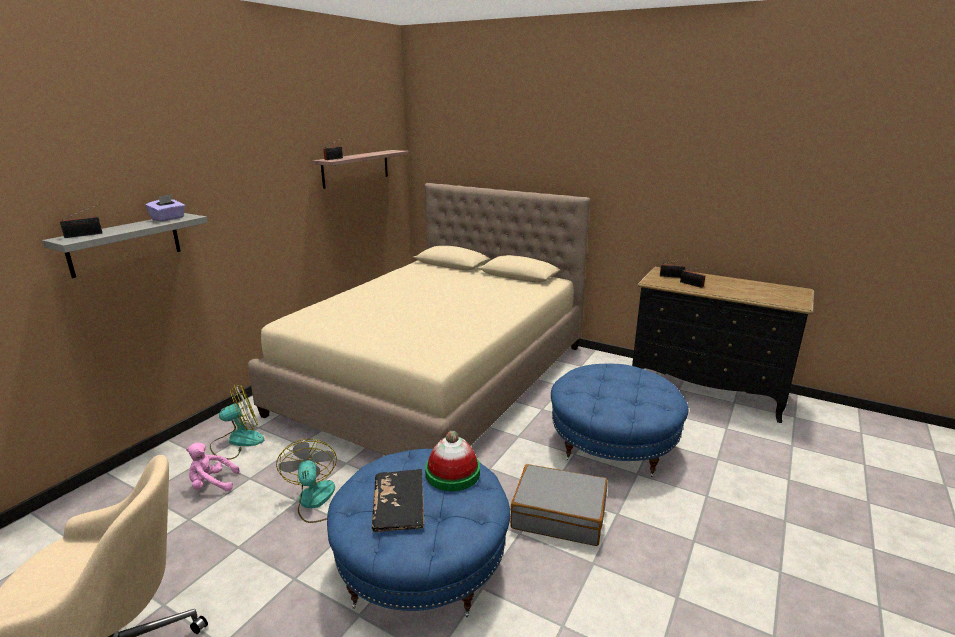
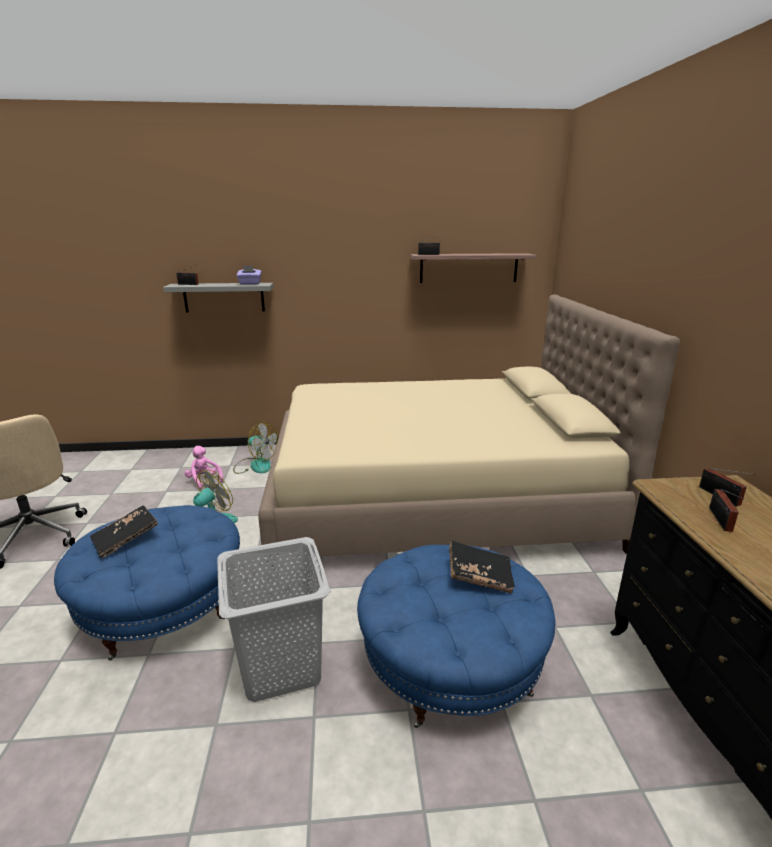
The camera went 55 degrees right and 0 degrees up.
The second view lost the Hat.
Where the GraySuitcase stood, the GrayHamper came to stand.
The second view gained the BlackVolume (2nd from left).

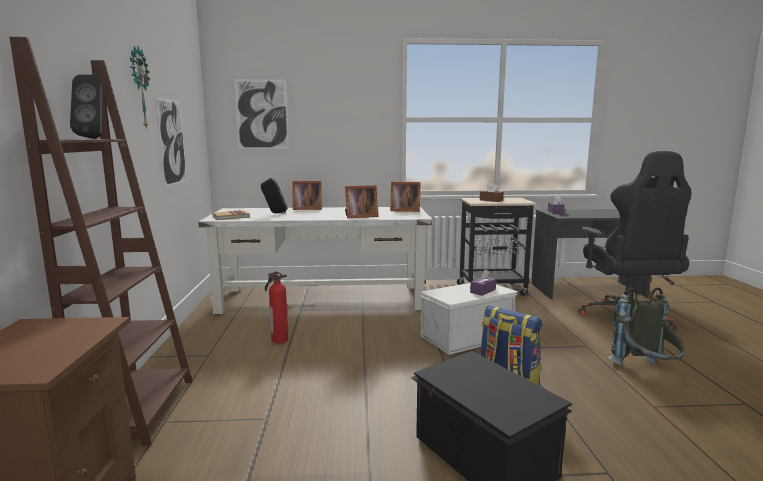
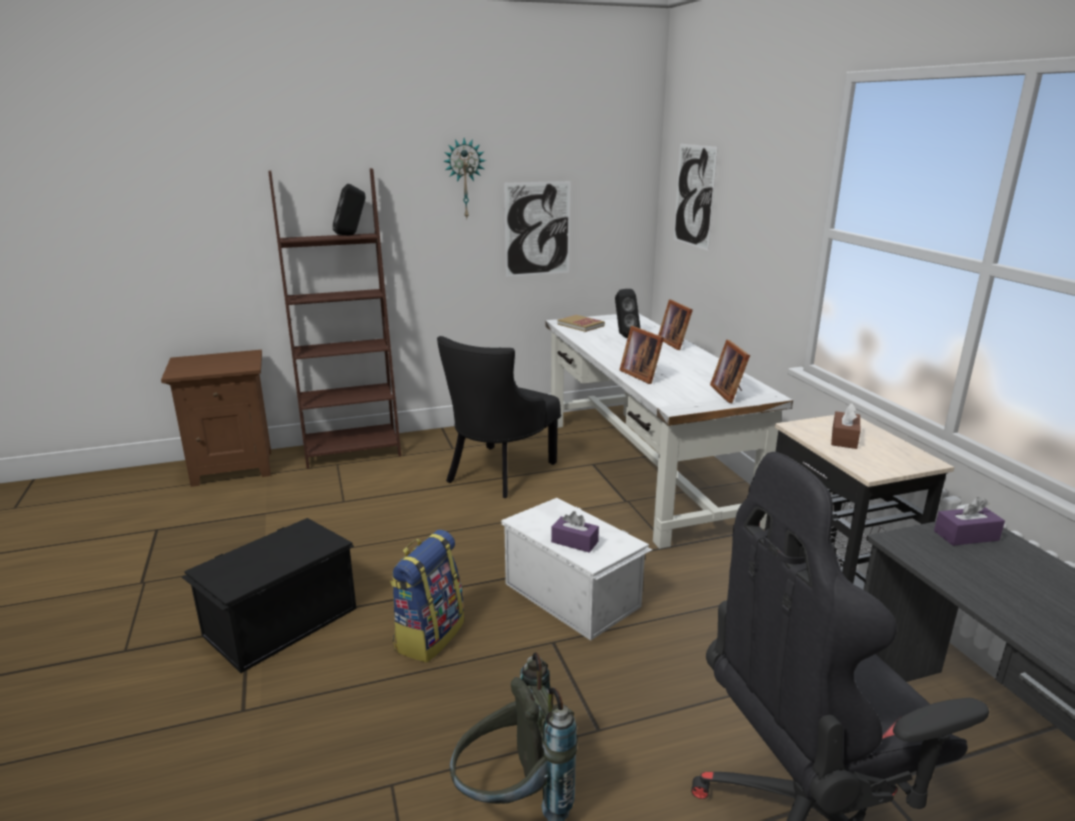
The camera went 75 degrees right and 10 degrees up.
Where the FireExtinguisher stood, the BlackPlainChair came to stand.

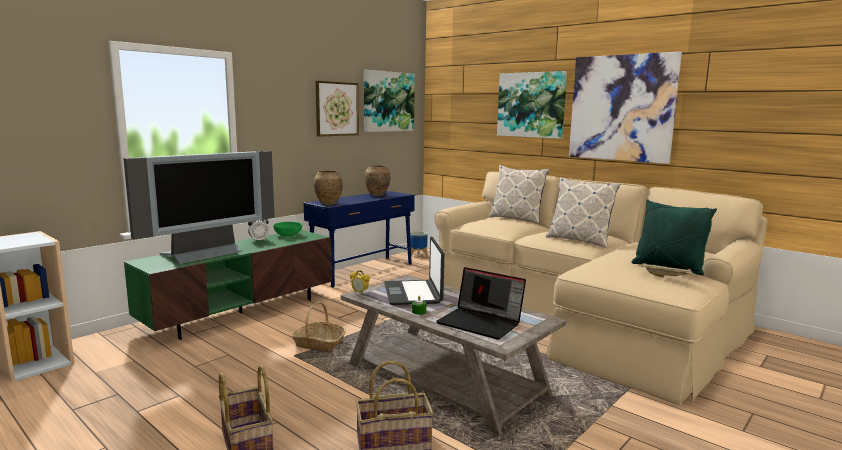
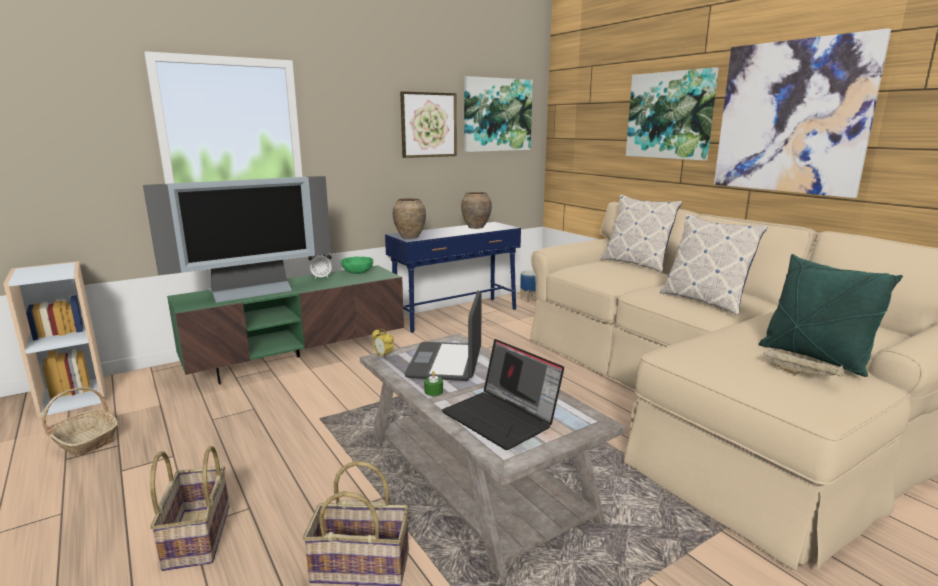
The camera went 15 degrees right and 5 degrees up.
The HouseholdBasket (2nd from left in the first image) ended up elsewhere.

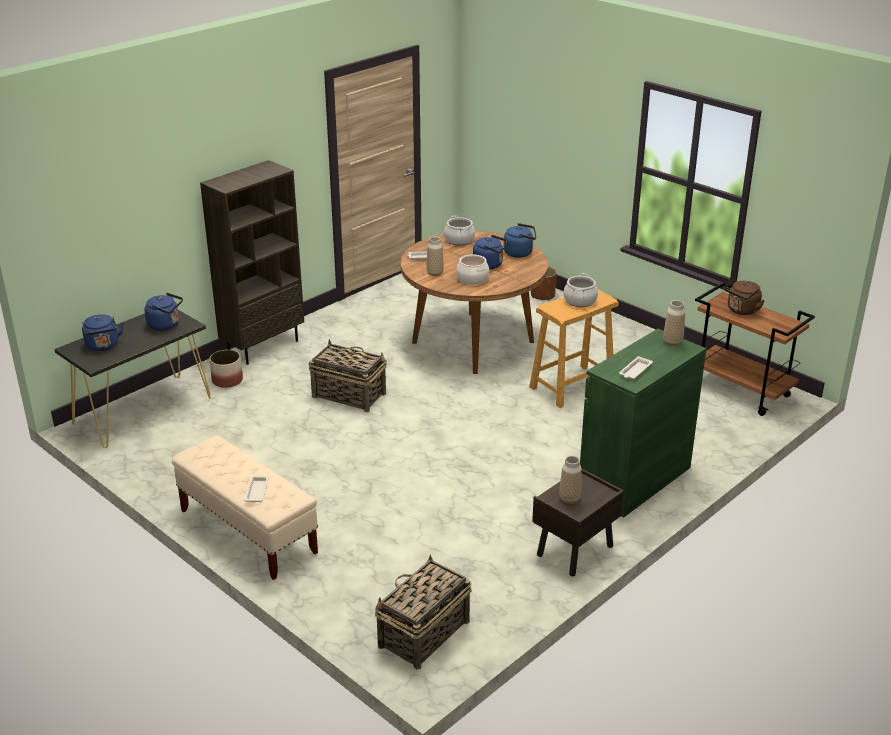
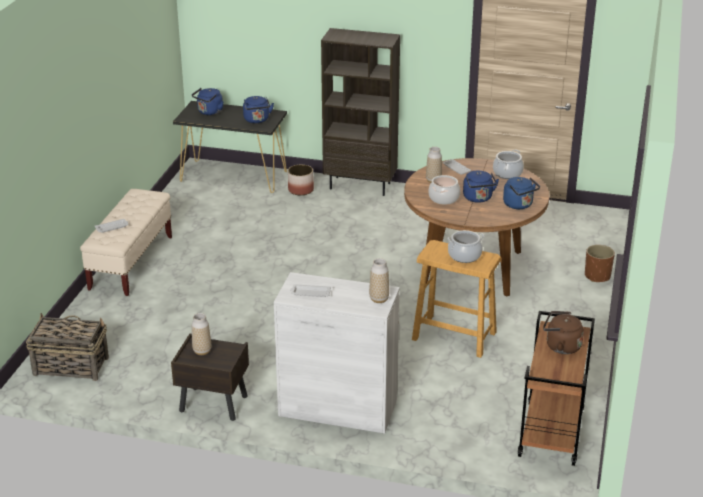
The camera went 60 degrees right and 0 degrees up.
The second view lost the HouseholdBasket (1st from left).
What was the GreenCupboard turned into the WhiteCupboard.

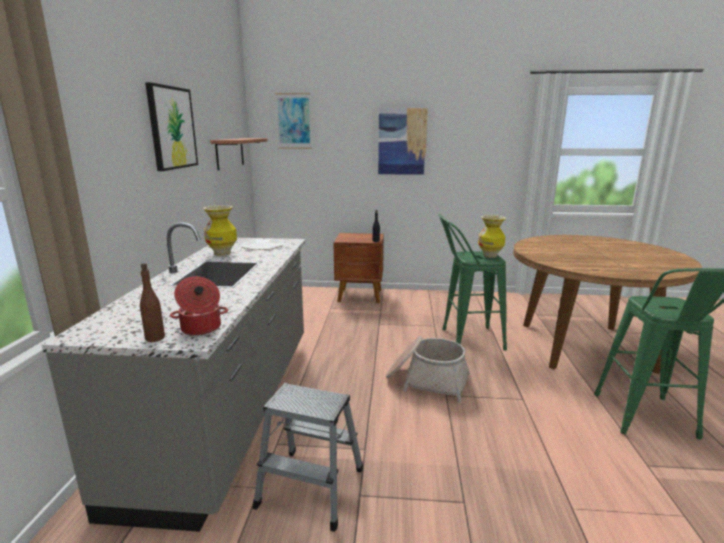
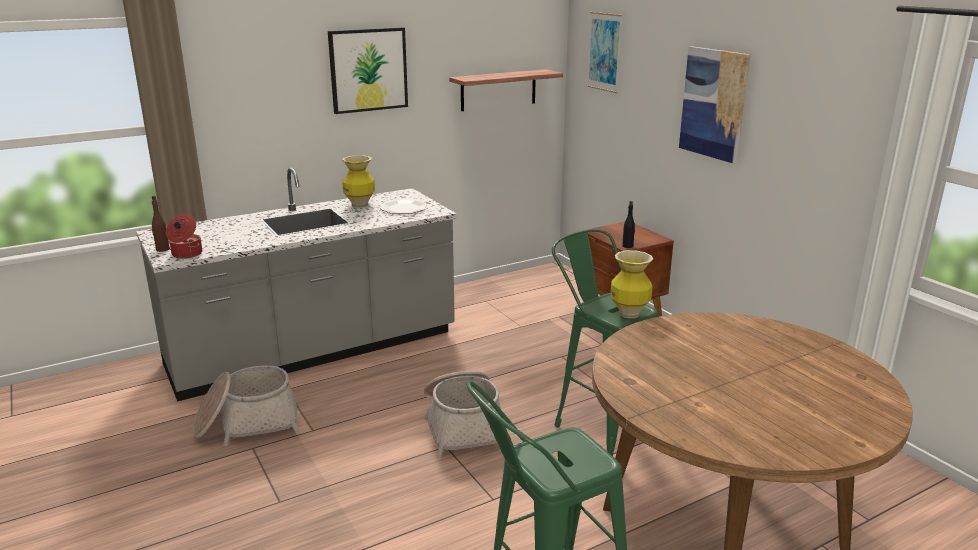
The camera went 55 degrees right and 5 degrees up.
Where the GrayStepStool stood, the HouseholdBasket (1st from left) came to stand.

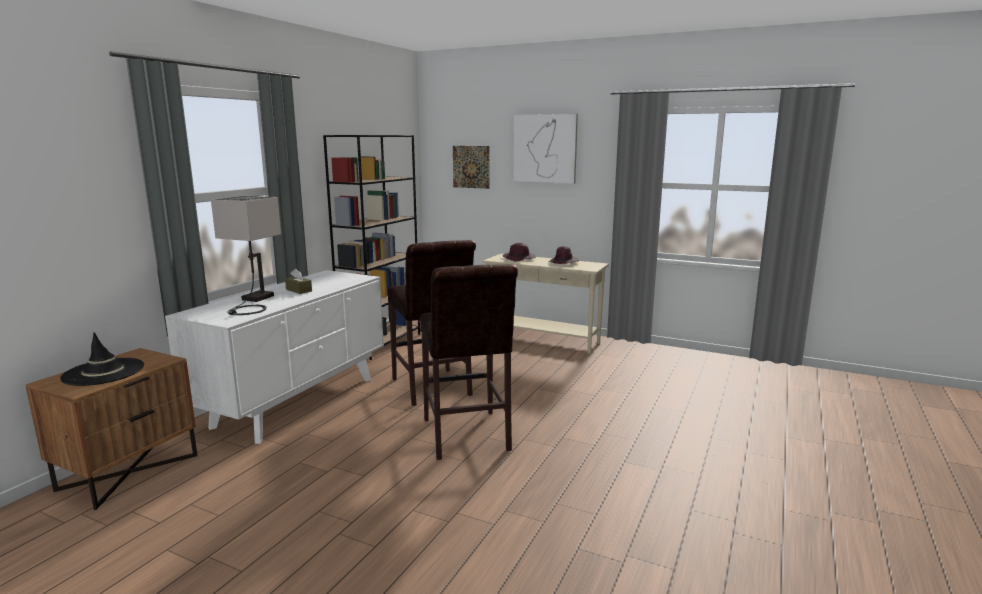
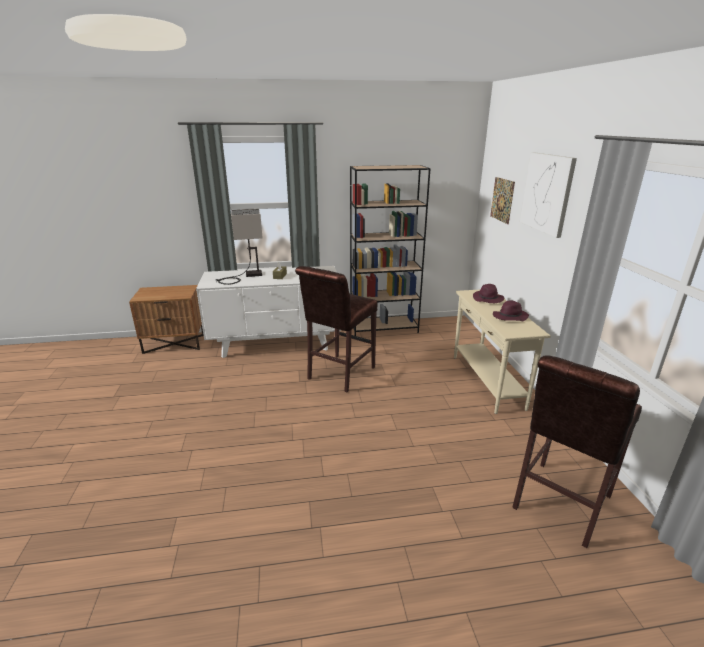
The camera went 55 degrees right and 10 degrees up.
The second view lost the BlackHat.
The BrownStoolSeat (2nd from left) ended up elsewhere.

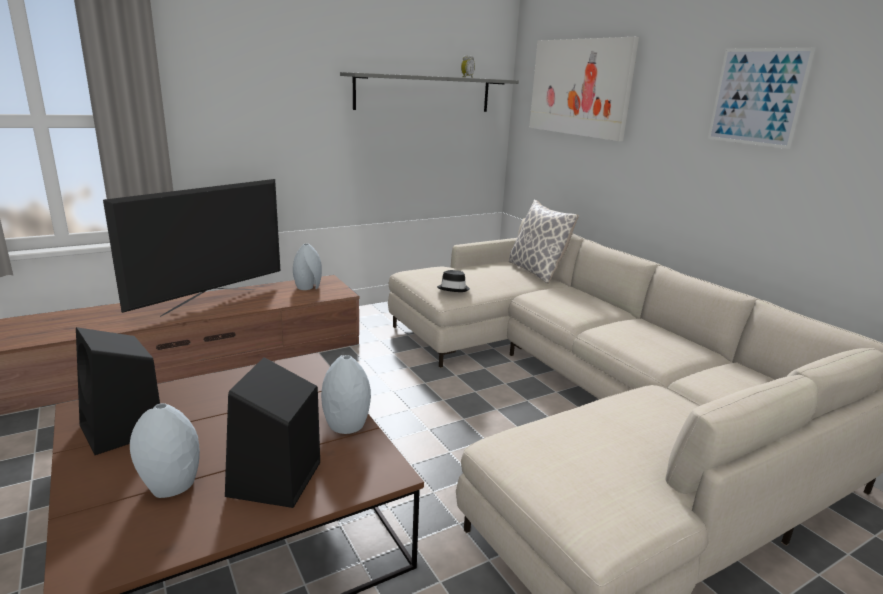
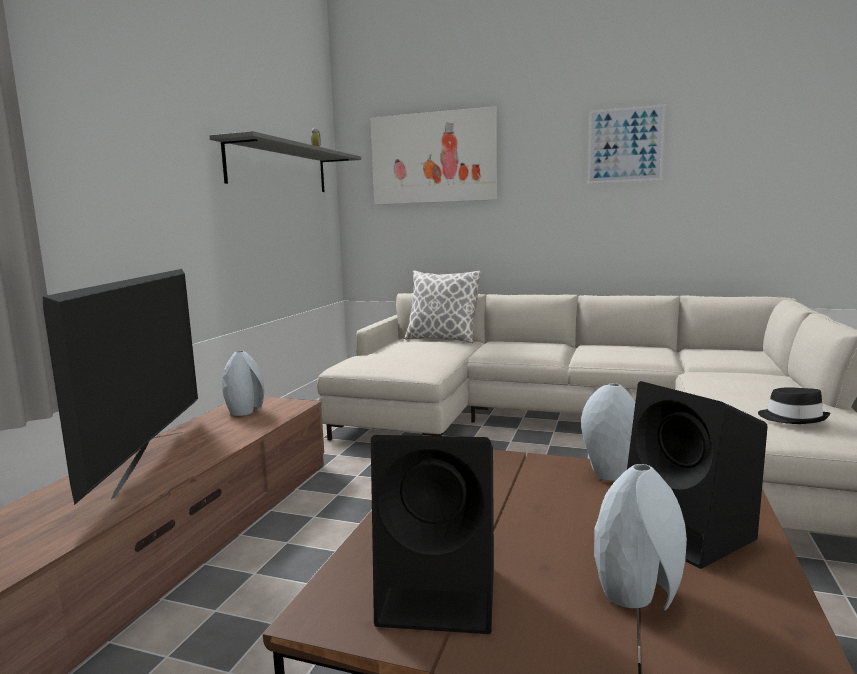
The camera went 40 degrees left and 10 degrees down.
The BlackHat ended up elsewhere.

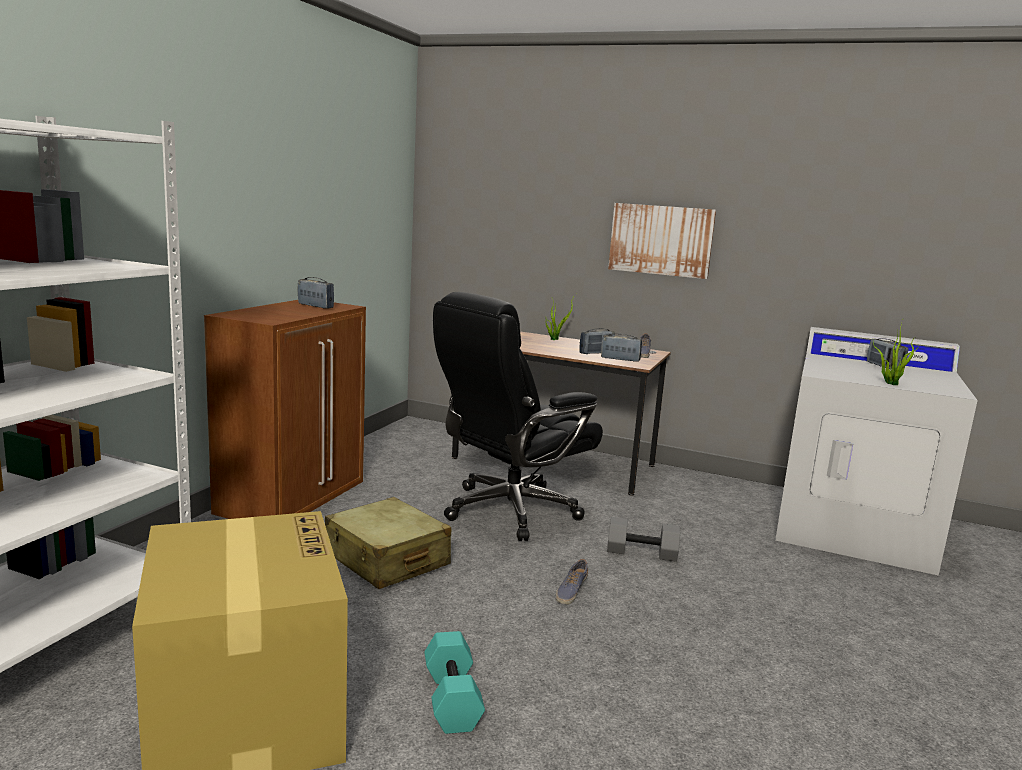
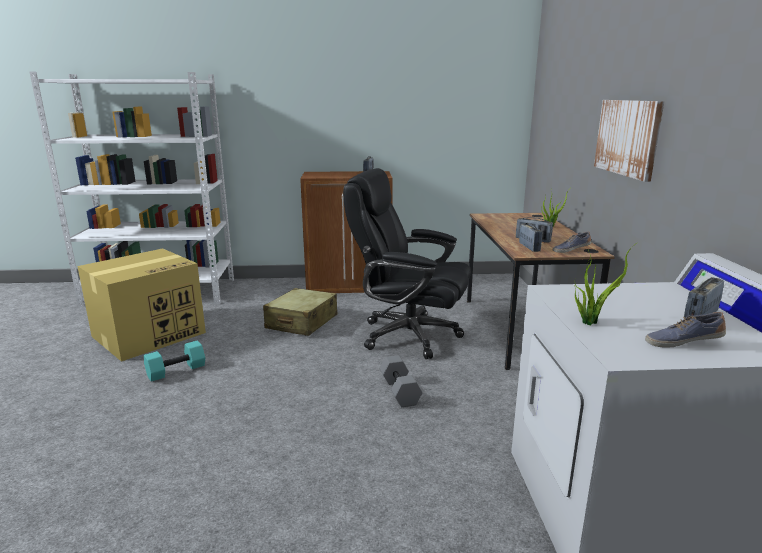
The camera went 65 degrees right and 5 degrees up.
The ItemOfFootwear (1st from left in the first image) ended up elsewhere.

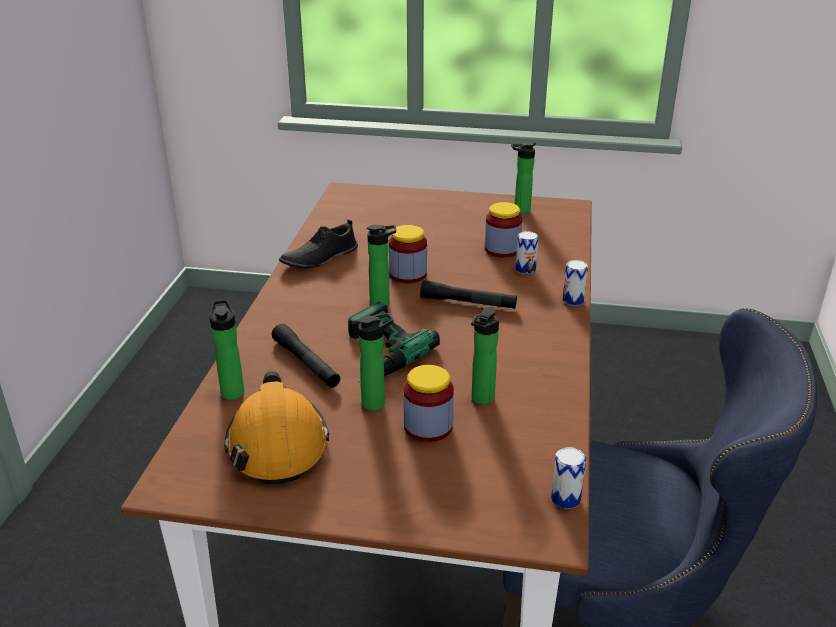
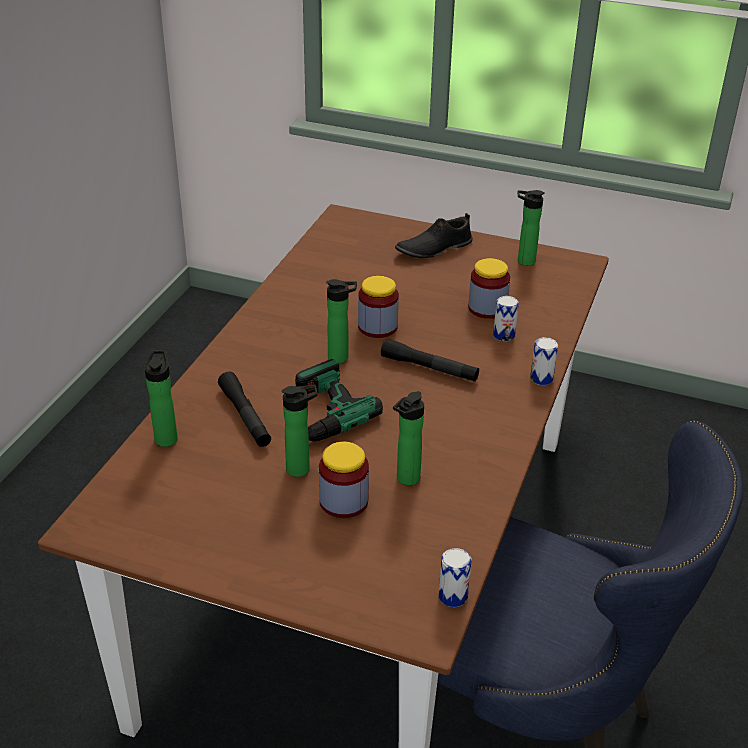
The camera went 10 degrees right and 5 degrees up.
The second view lost the OrangeySafetyHelmet.
The BlackItemOfFootwear ended up elsewhere.

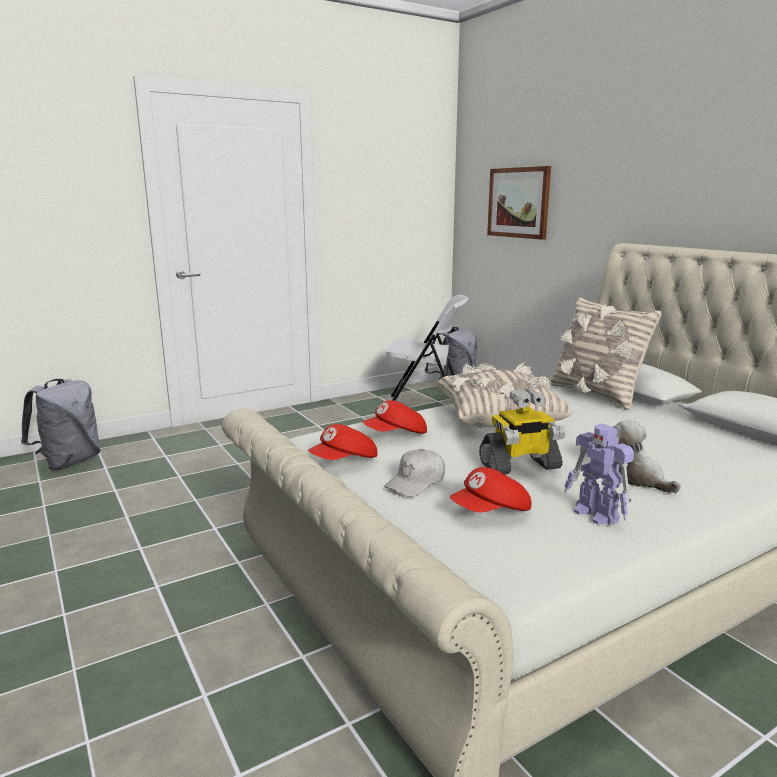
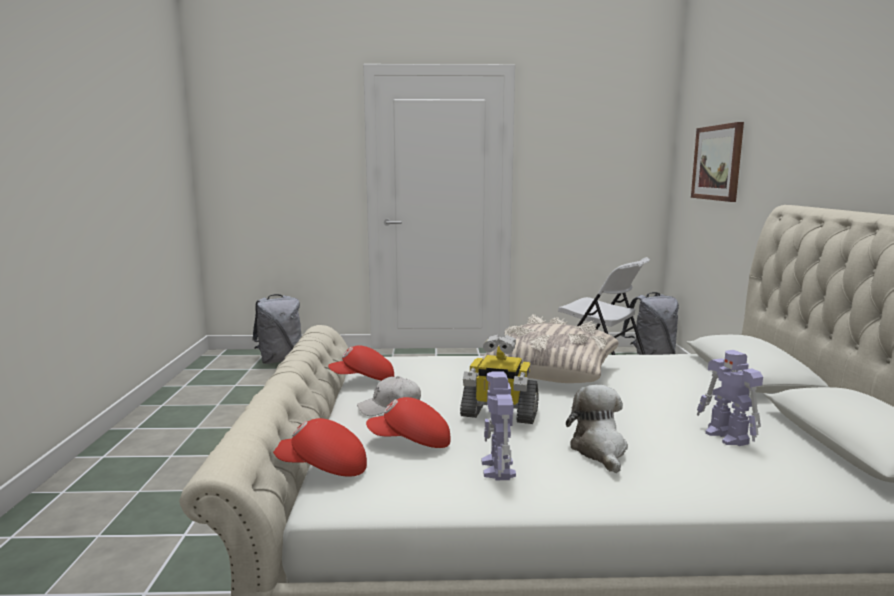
The camera went 30 degrees right and 5 degrees down.
The ReddishBaseballCap (2nd from left in the first image) ended up elsewhere.
The second view lost the BeigeThrowPillow (2nd from left).
The second view gained the ModelRobot (3rd from left).

